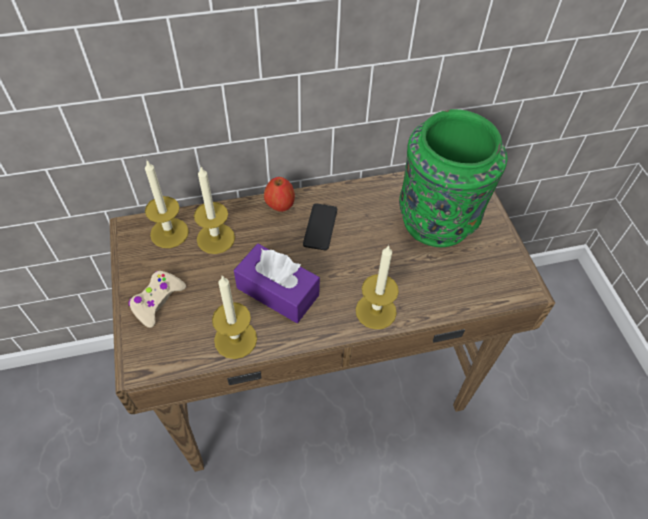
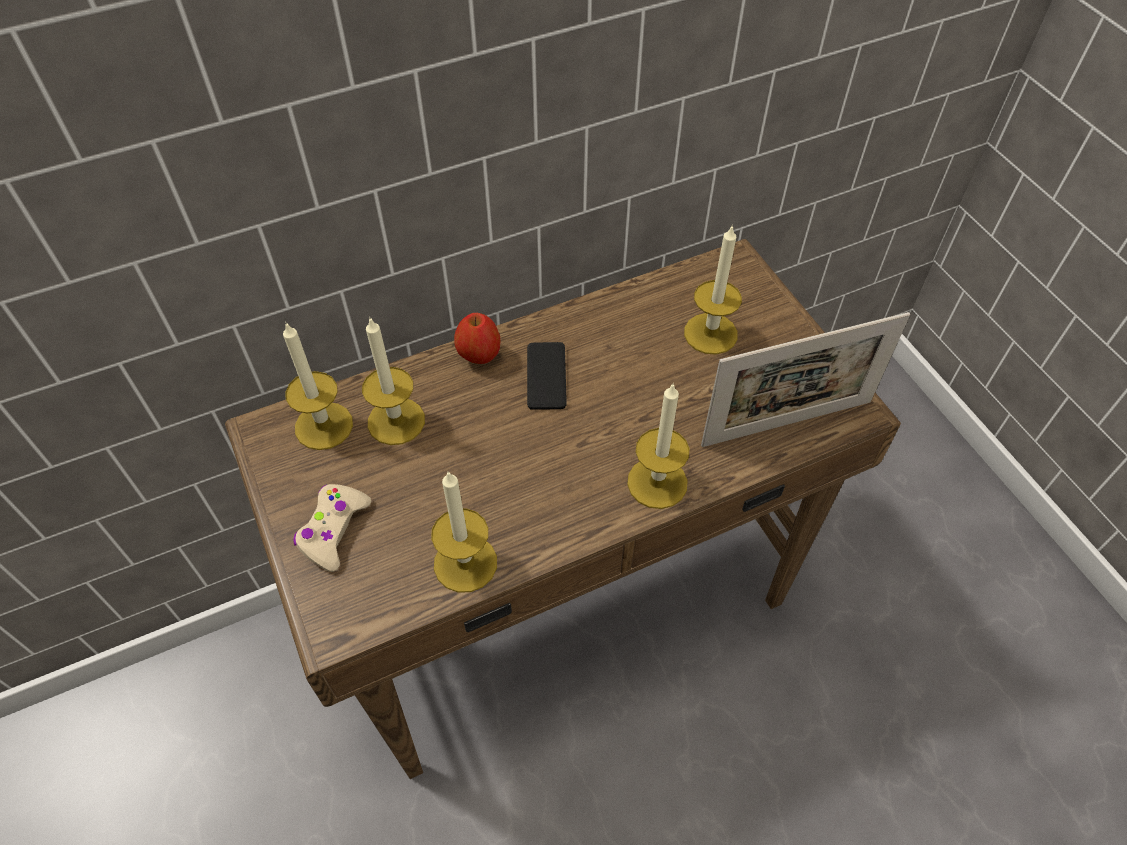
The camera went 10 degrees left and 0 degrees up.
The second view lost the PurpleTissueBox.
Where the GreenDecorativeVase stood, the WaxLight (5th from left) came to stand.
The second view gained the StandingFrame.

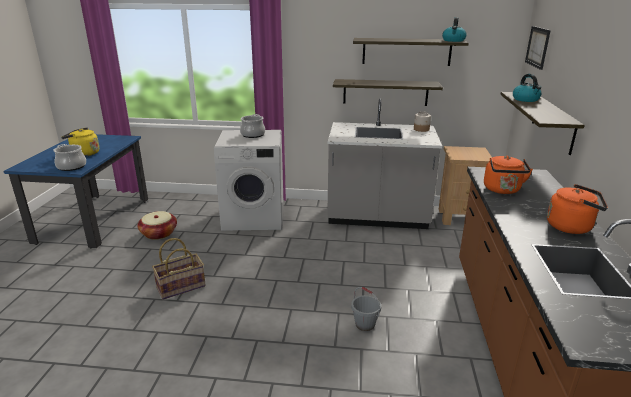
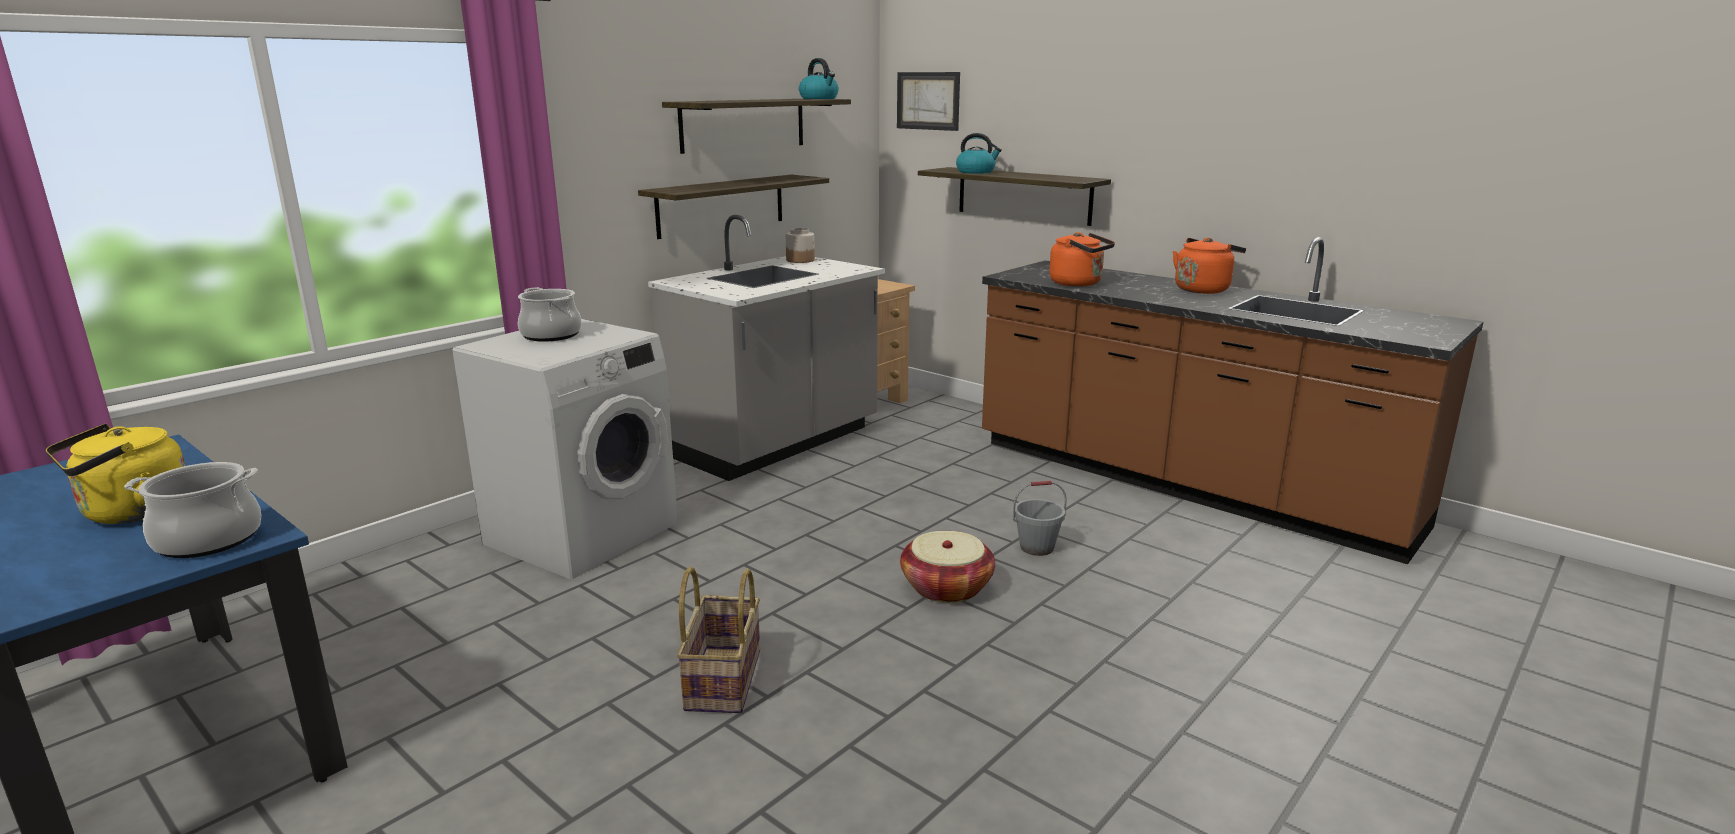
The camera went 55 degrees left and 5 degrees down.
The HouseholdBasket (1st from left in the first image) ended up elsewhere.

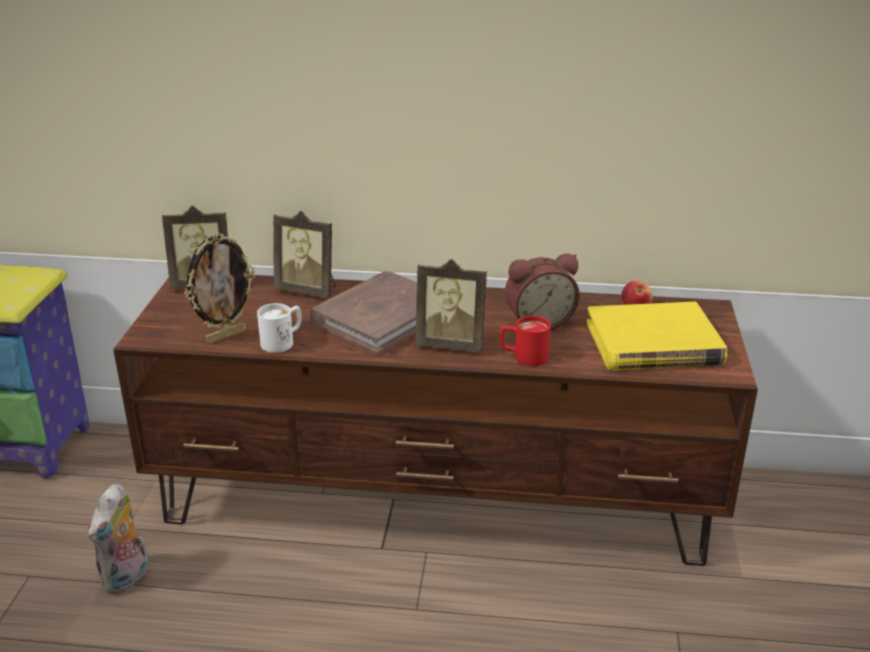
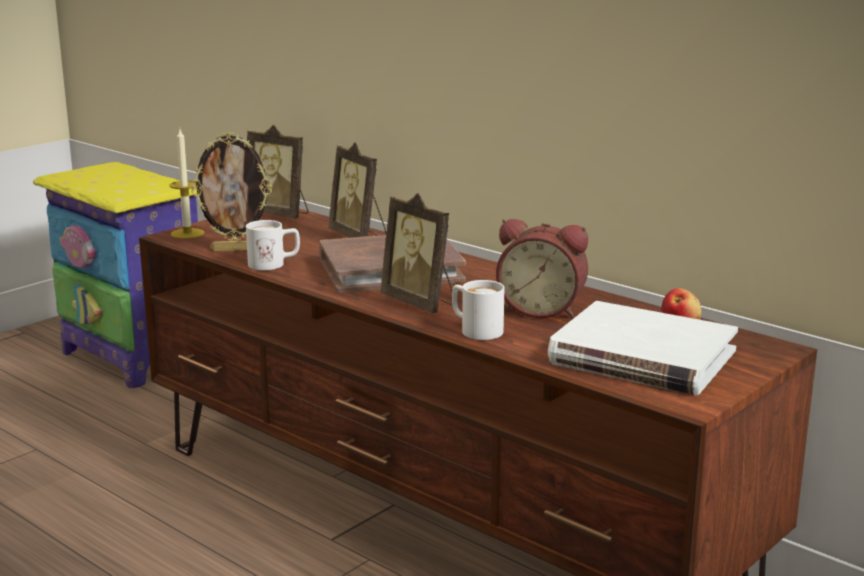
The camera went 35 degrees right and 10 degrees down.
The second view lost the PlushToy.
What was the ReddishCoffeeMug turned into the WhiteCoffeeMug (2nd from left).
What was the YellowishVolume turned into the WhiteVolume.
The second view gained the WaxLight.

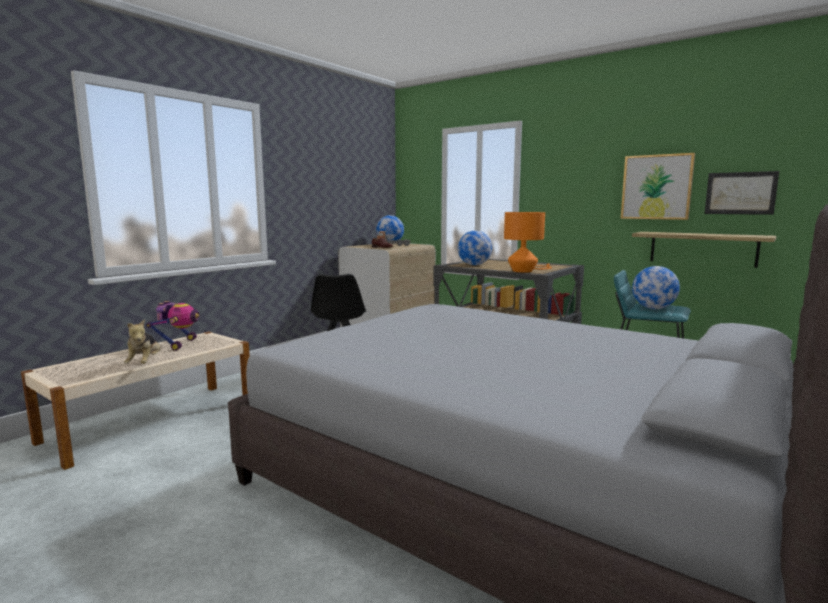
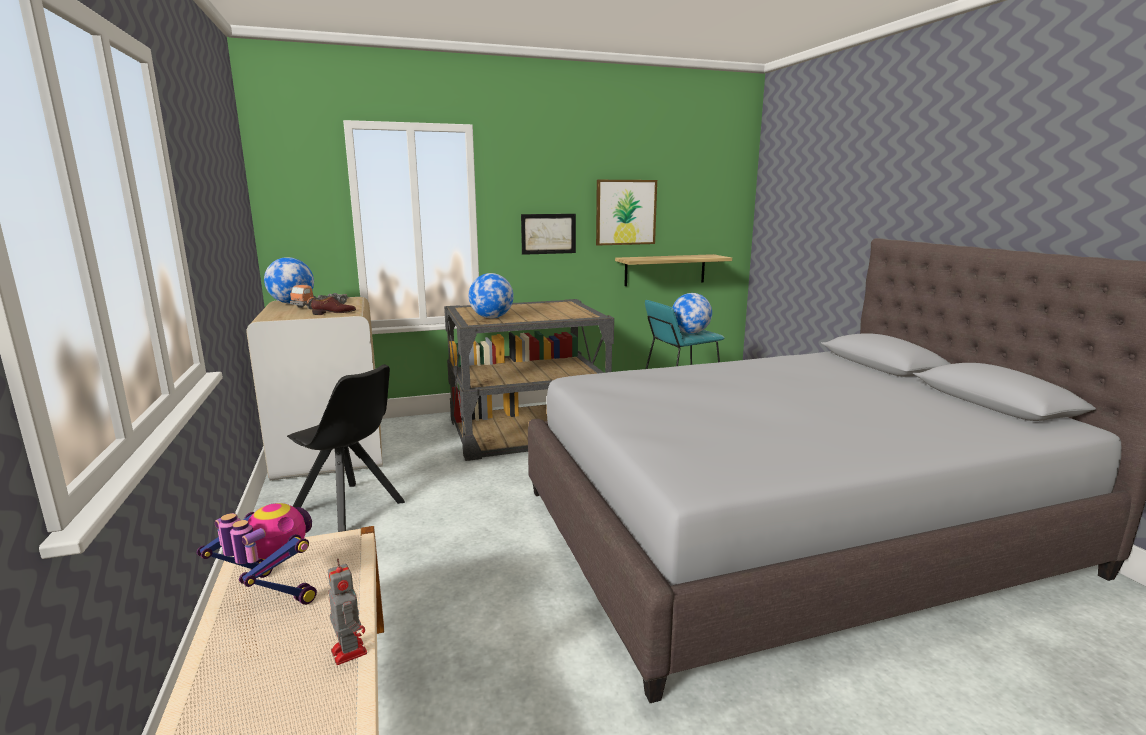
The camera went 55 degrees left and 5 degrees up.
Where the PlushToy stood, the ModelRobot (2nd from left) came to stand.
The second view lost the OrangeyTableLamp.
The Picture (2nd from left in the first image) ended up elsewhere.

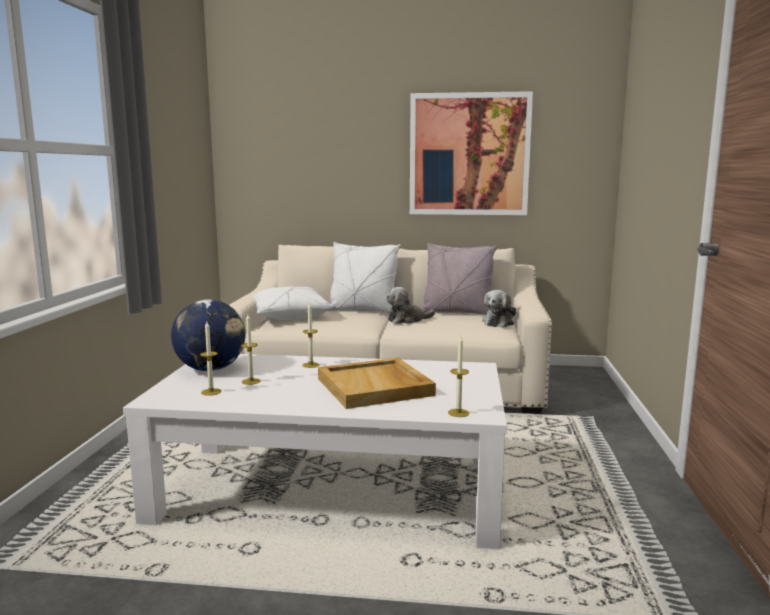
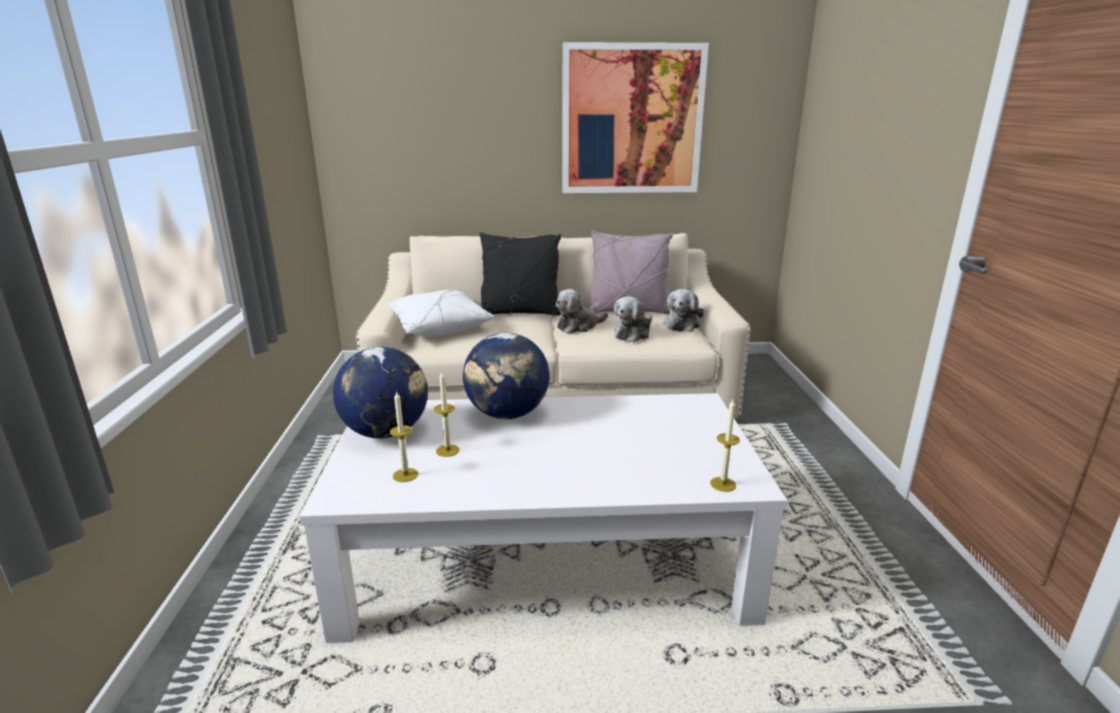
The camera went 10 degrees left and 10 degrees up.
Where the WaxLight (3rd from left) stood, the WorldGlobe (2nd from left) came to stand.
The second view lost the BeigeTray.
What was the WhiteThrowPillow (2nd from left) turned into the BlackThrowPillow.
The second view gained the PlushToy (2nd from left).

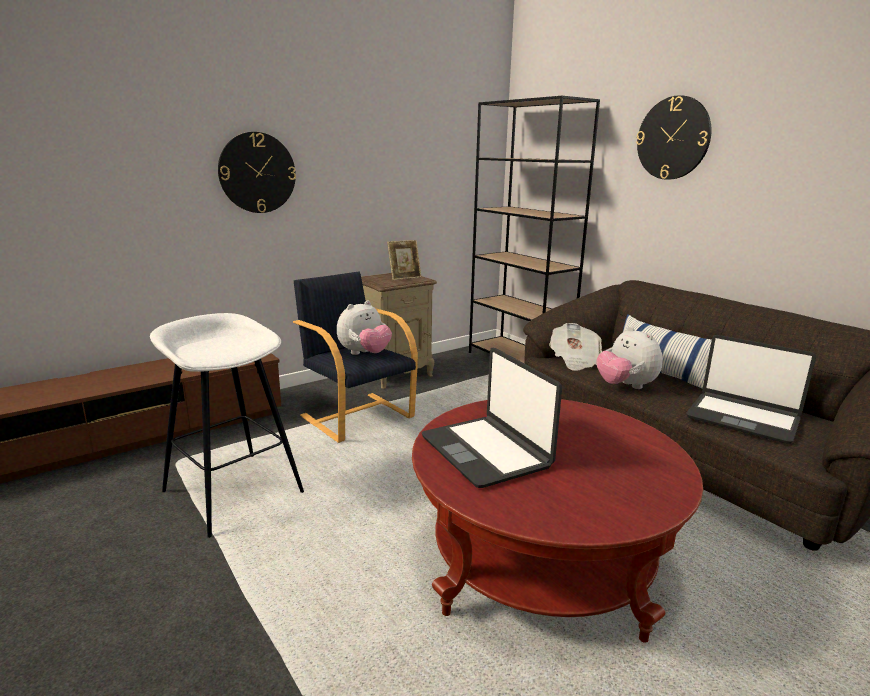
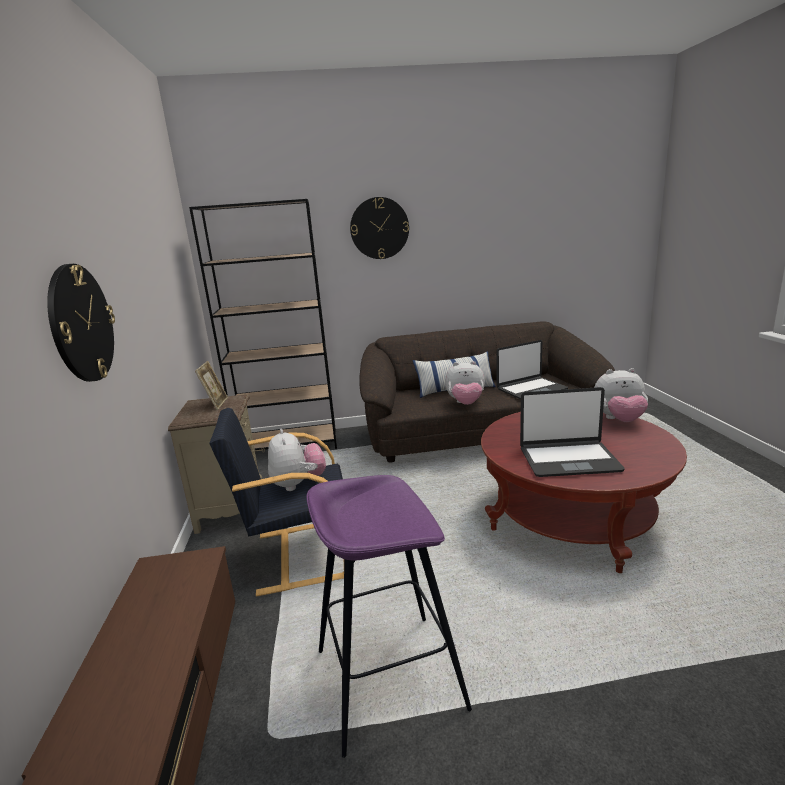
The camera went 60 degrees left and 0 degrees up.
What was the WhiteStoolSeat turned into the PurpleStoolSeat.
The second view lost the PrintedPaper.
The second view gained the PlushToy (3rd from left).

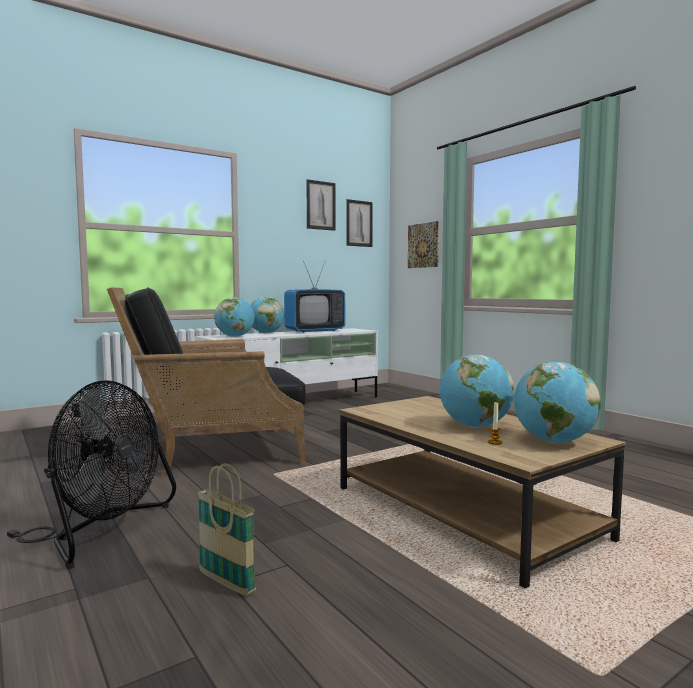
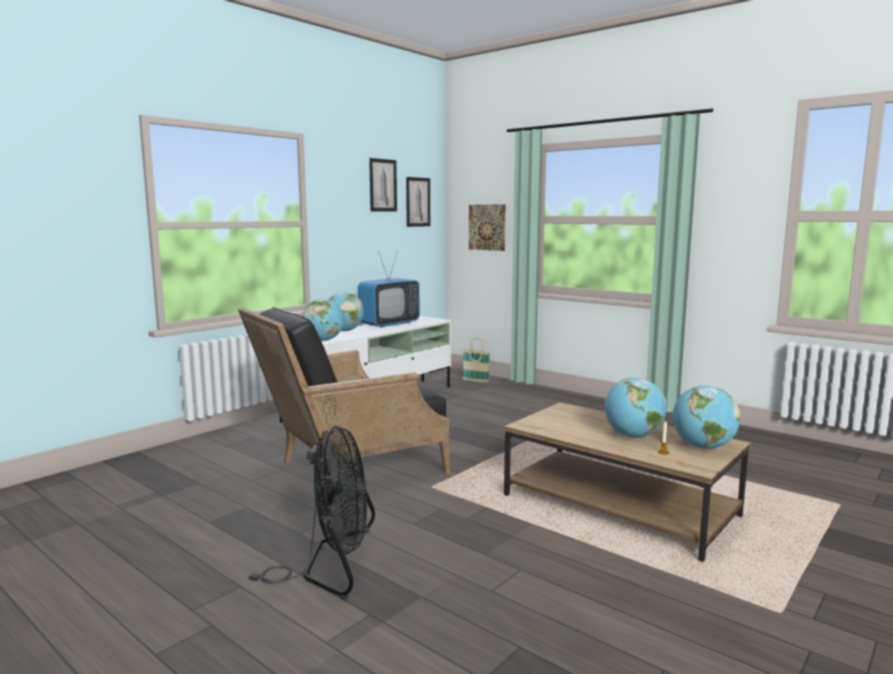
The camera went 15 degrees left and 5 degrees up.
The HouseholdBasket ended up elsewhere.

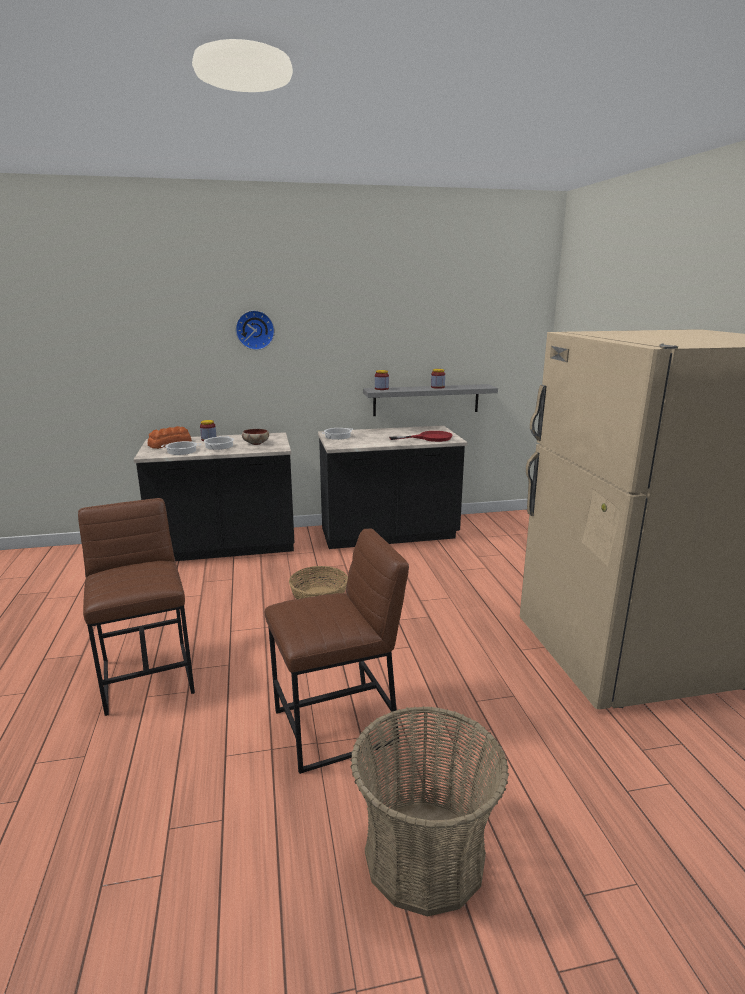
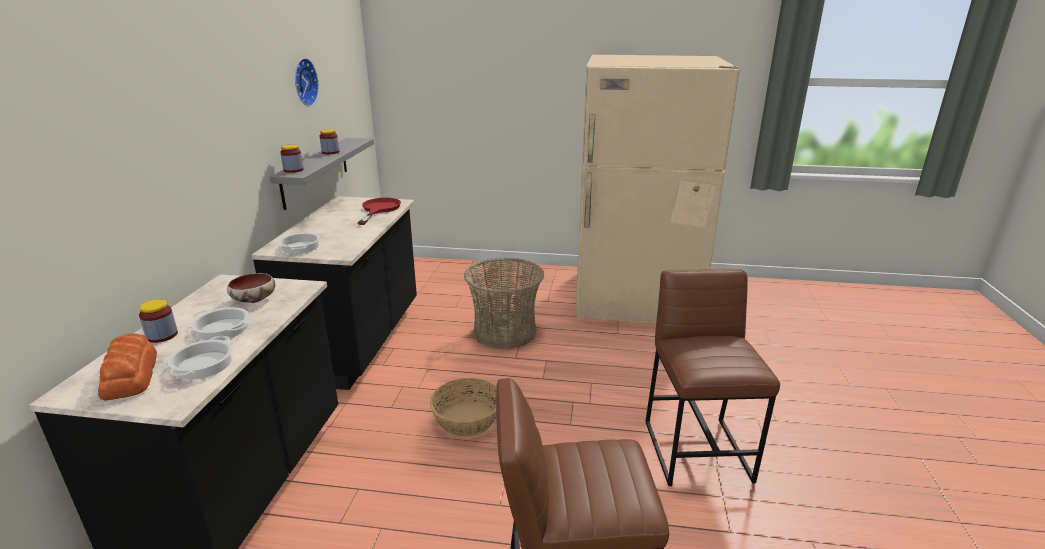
The camera went 70 degrees left and 5 degrees up.
The ClockOnTheWall ended up elsewhere.
The HouseholdBasket (2nd from left) ended up elsewhere.

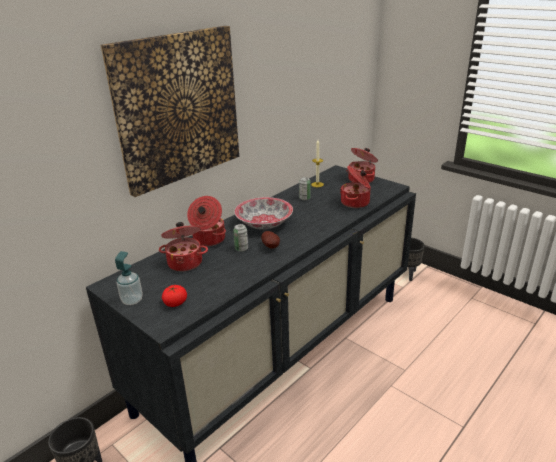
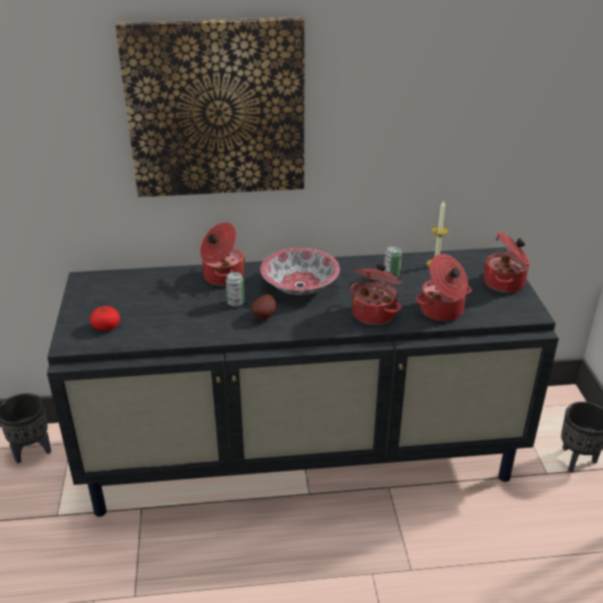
The camera went 40 degrees right and 5 degrees up.
The second view lost the SoapDispenser.
The CookingPot (1st from left in the first image) ended up elsewhere.

